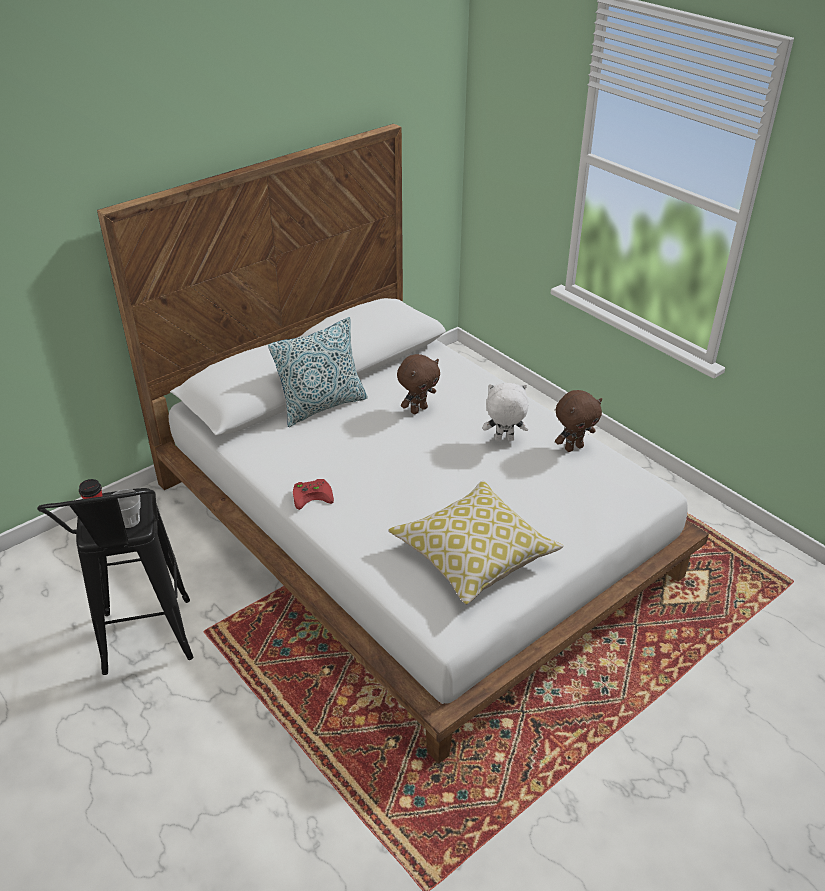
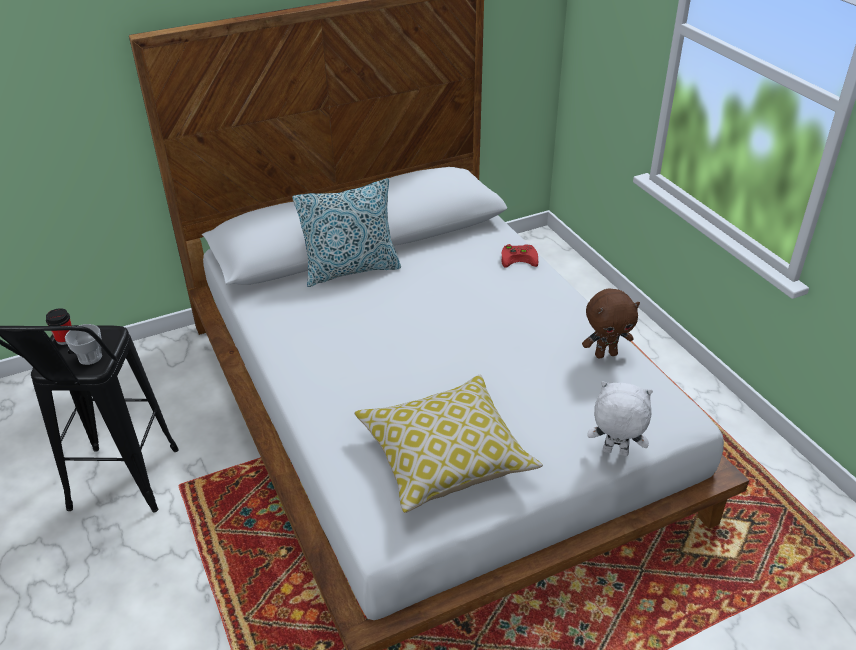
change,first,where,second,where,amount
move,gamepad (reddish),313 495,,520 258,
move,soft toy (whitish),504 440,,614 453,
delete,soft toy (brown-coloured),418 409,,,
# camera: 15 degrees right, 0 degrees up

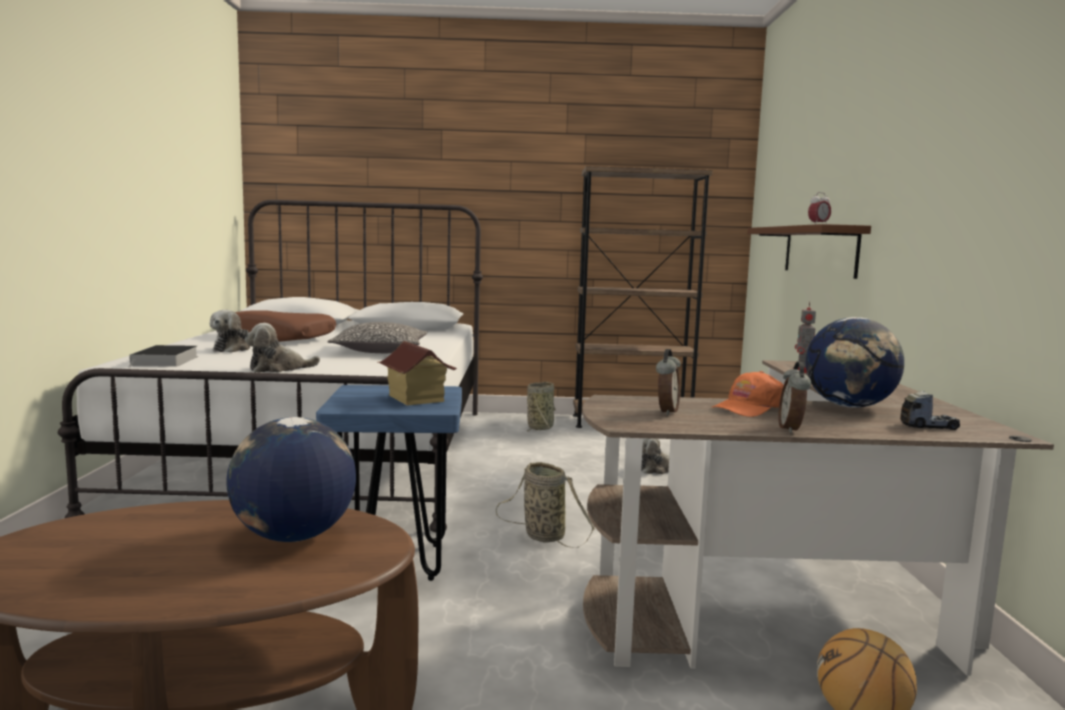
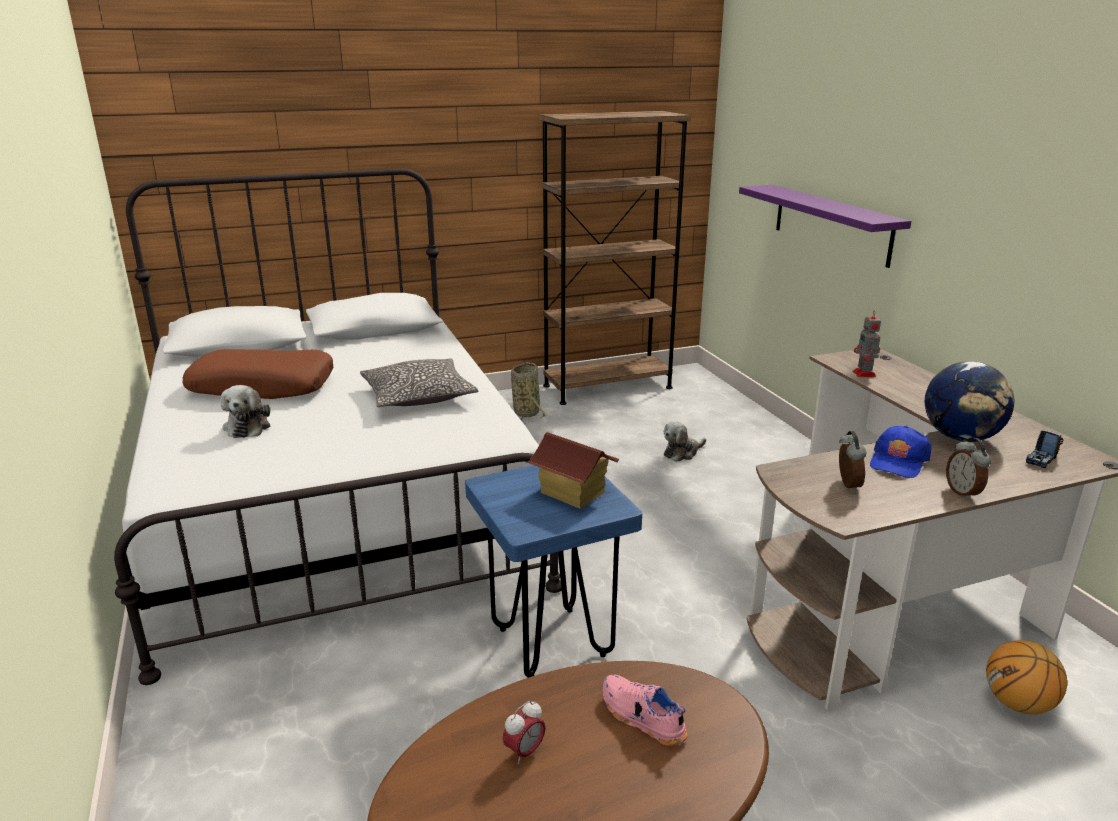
change,first,where,second,where,amount
move,alarm clock,818 224,,524 752,
replace,desk globe,293 536,item of footwear (pink),641 719,
recolor,bracket shelf (brown-coloured),819 250,bracket shelf (purple-coloured),831 224,
recolor,baseball cap (orangey),749 408,baseball cap (bluish),898 461,
rotate,model truck,928 426,,1041 460,150 degrees clockwise
delete,book,165 361,,,
delete,soft toy,278 369,,,
delete,storage basket,541 535,,,
# camera: 20 degrees left, 15 degrees up

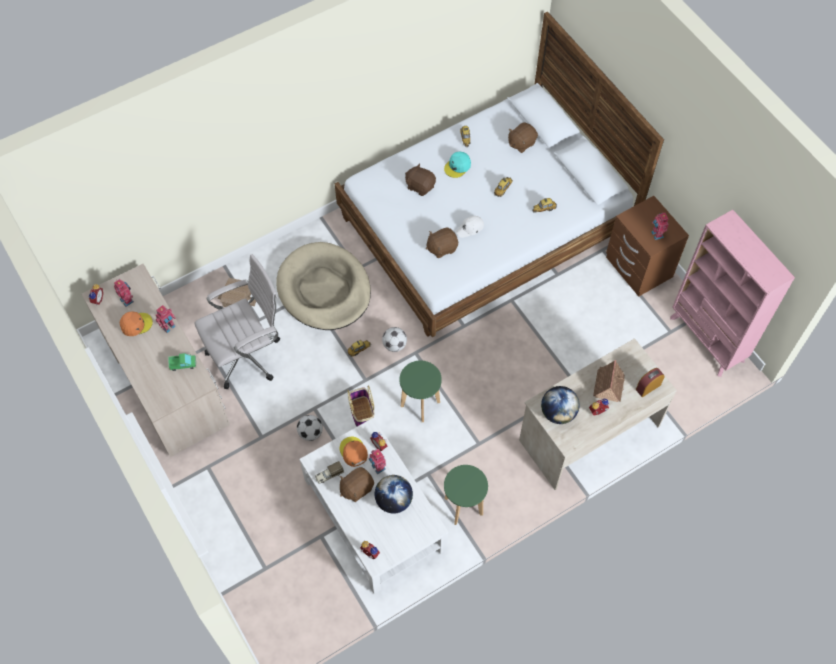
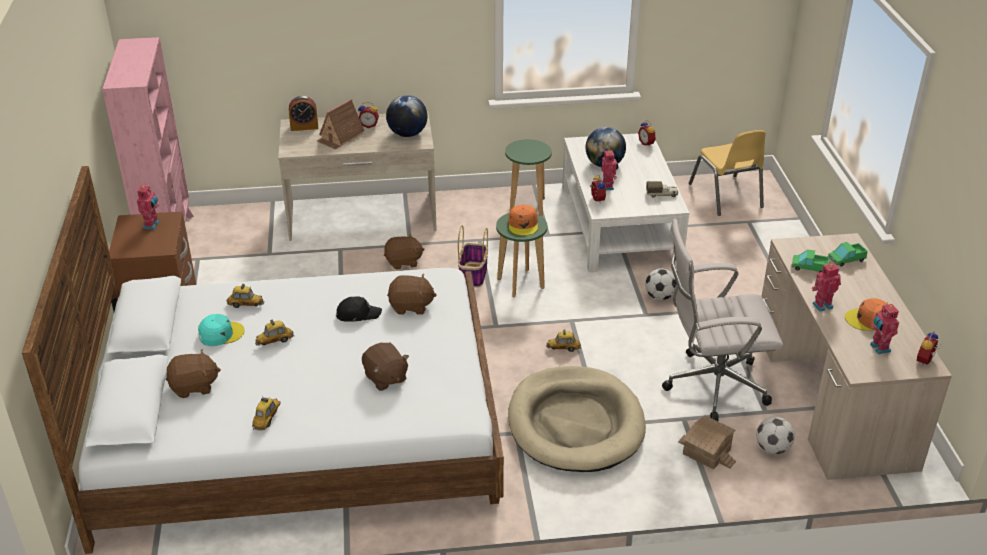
change,first,where,second,where,amount
move,baseball cap (turquoise-coloured),457 166,,221 334,
recolor,baseball cap (whitish),470 228,baseball cap (black),358 314,
move,soft toy (brown-coloured),356 488,,403 262,
move,storage basket,361 412,,473 276,
move,baseball cap (orangey),353 452,,523 224,
insert,,,upright chair (yellow),726 196,
move,ball for football,394 345,,772 448,
insert,,,model truck,846 259,
# camera: 155 degrees left, 25 degrees down

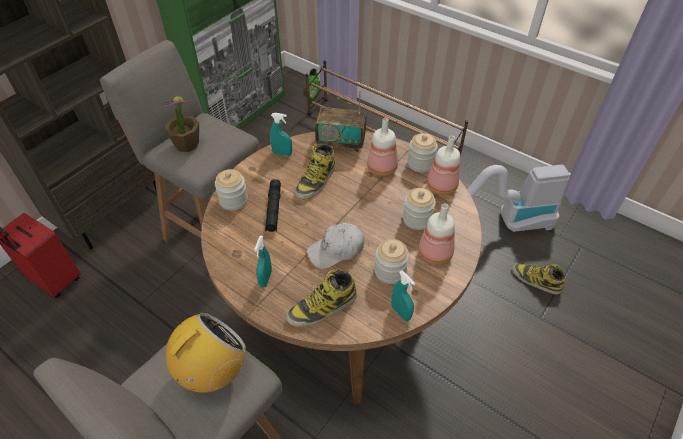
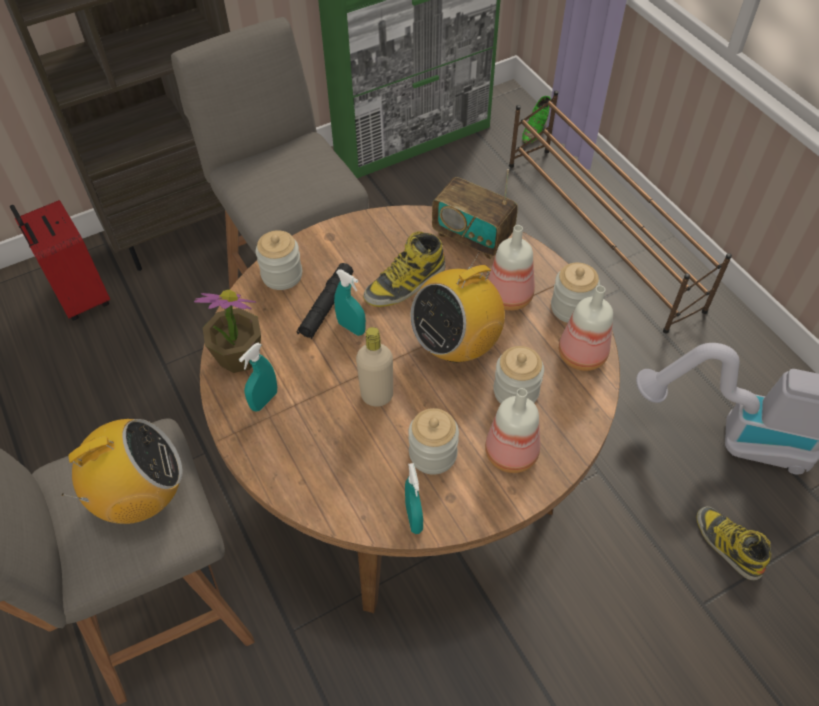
change,first,where,second,where,amount
move,potted plant,186 144,,238 356,
move,hand sprayer (turquoise-coloured),282 153,,351 327,
replace,baseball cap (whitish),336 250,bottle (beige-coloured),377 395,
insert,,,radio set,456 344,
delete,tall boot,322 308,,,
# camera: 25 degrees right, 5 degrees up

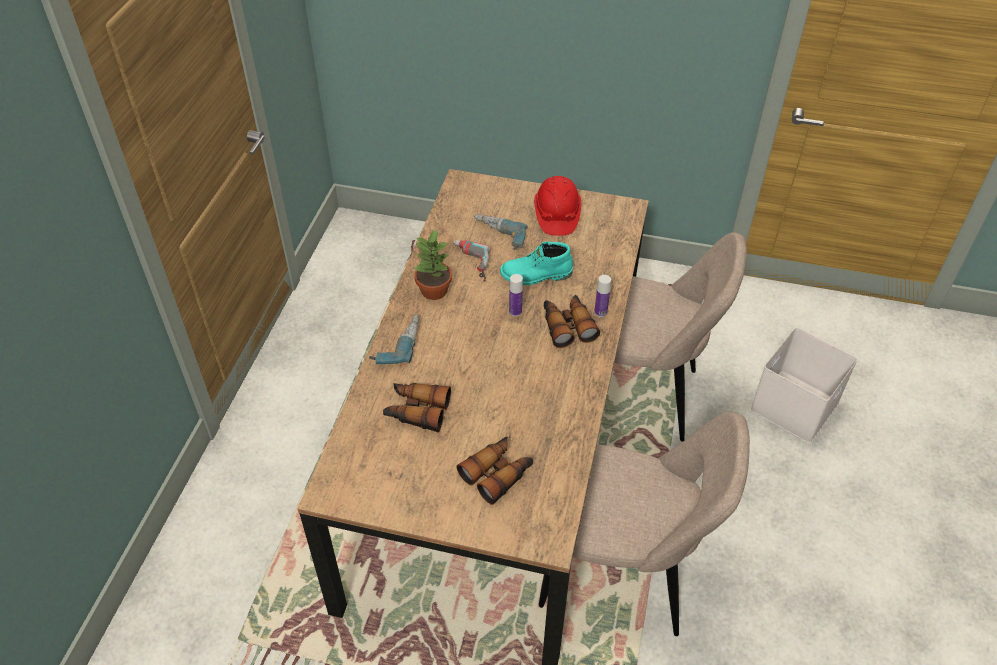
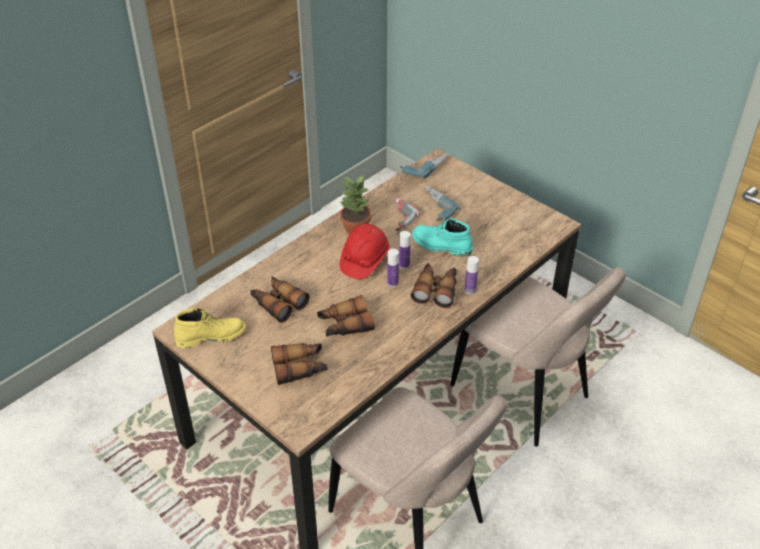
change,first,where,second,where,amount
insert,,,tall boot (yellow),211 336,
insert,,,field glasses,344 325,
move,hard hat (reddish),556 215,,364 260,
insert,,,bottle,392 283,
move,electric drill,396 344,,424 167,
delete,storage bin (whitish),795 407,,,
# camera: 30 degrees right, 5 degrees down

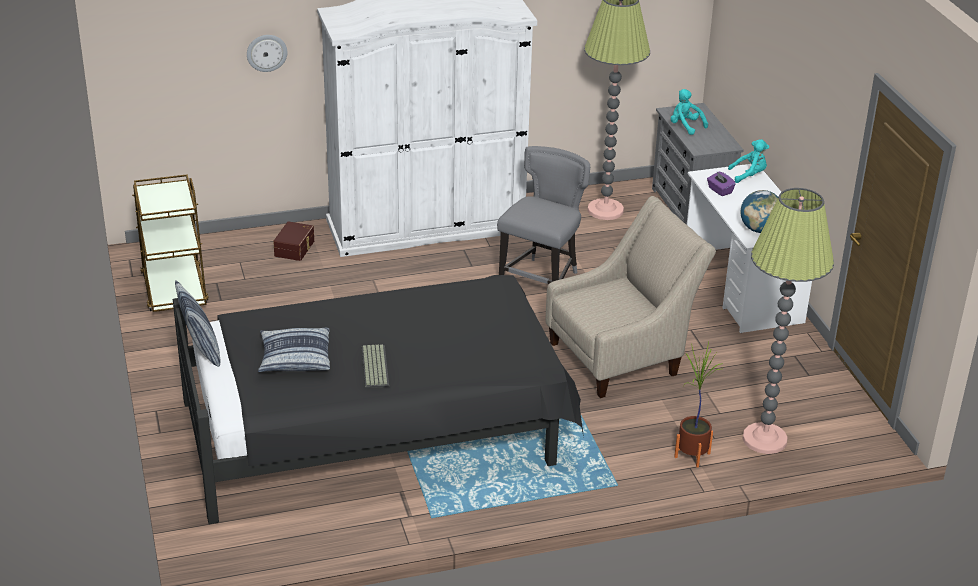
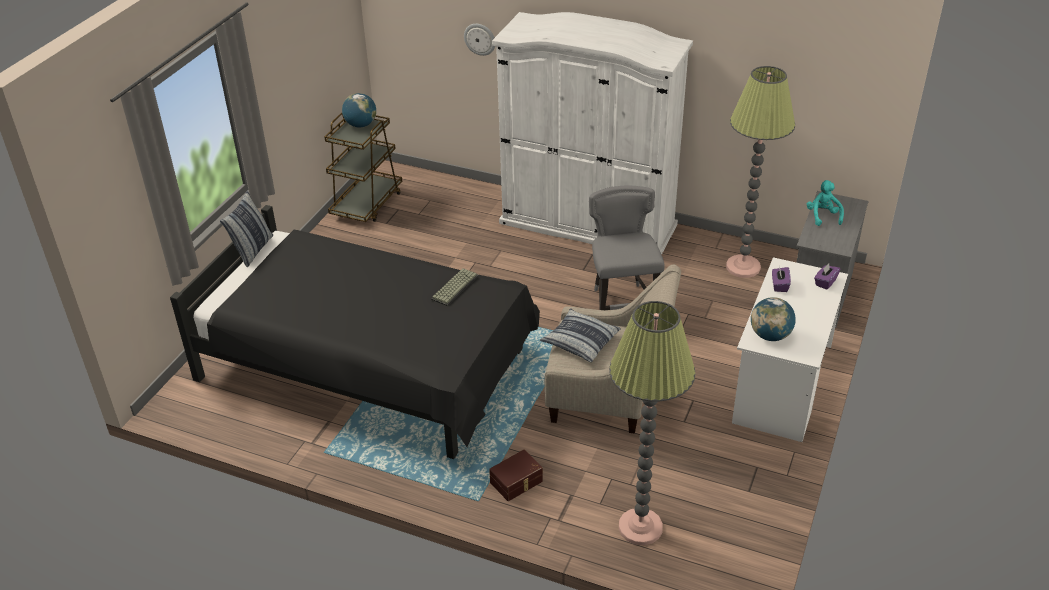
change,first,where,second,where,amount
insert,,,desk globe,361 125,
move,PC keyboard,373 366,,454 287,
move,storage bin (brown-coloured),295 248,,517 482,
move,pillow,295 358,,580 341,
rotate,upright chair (gray),542 280,,622 304,75 degrees counterclockwise
replace,soft toy (turquoise-coloured),749 175,tissue box (purple-coloured),825 282,
delete,potted plant,692 455,,,
# camera: 40 degrees right, 5 degrees up

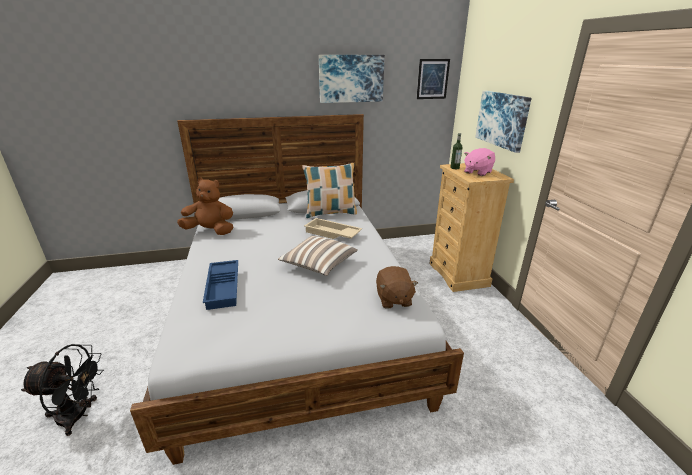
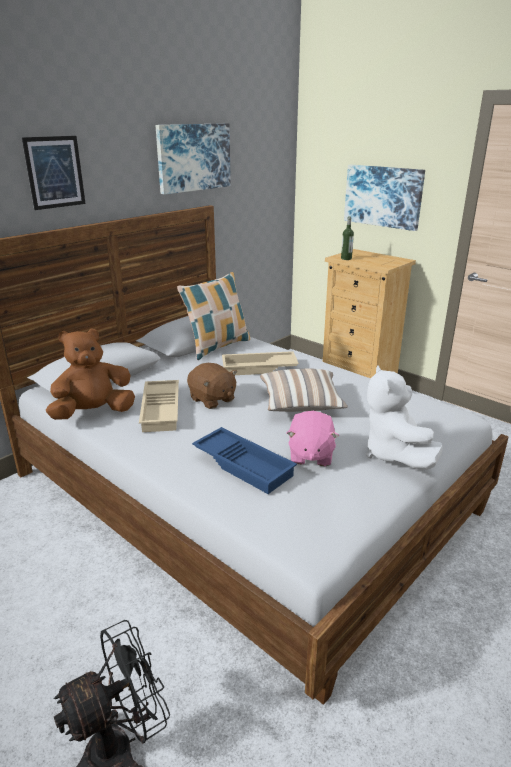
change,first,where,second,where,amount
move,picture,432 79,,55 172,
insert,,,tray (beige-coloured),162 410,
move,soft toy (brown-coloured),393 299,,212 399,
move,soft toy (pink),477 172,,310 455,
insert,,,soft toy (whitish),394 454,
# camera: 35 degrees left, 0 degrees up

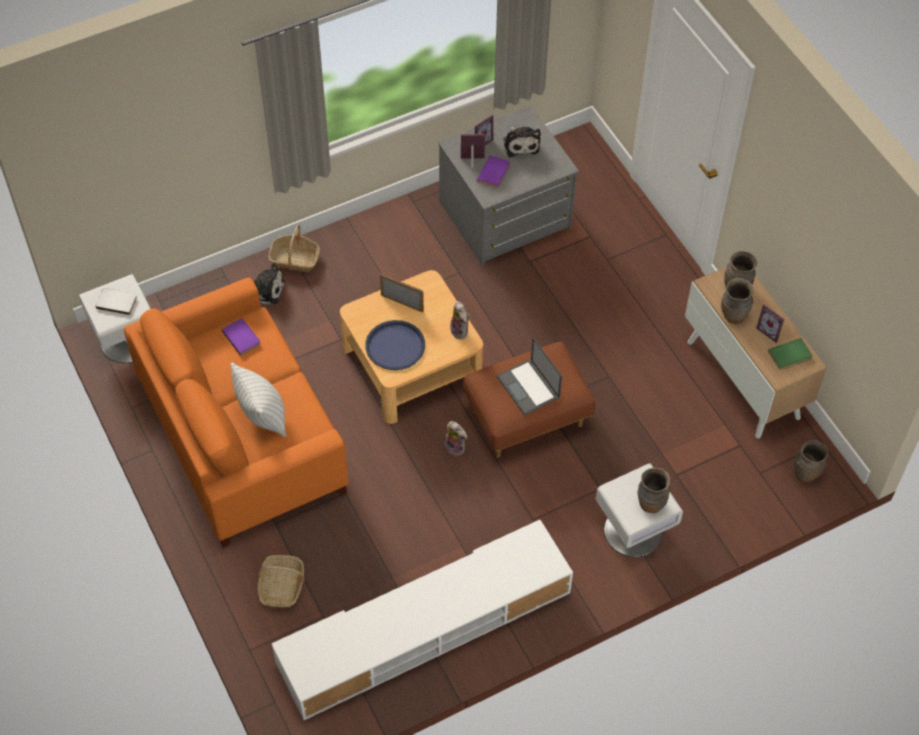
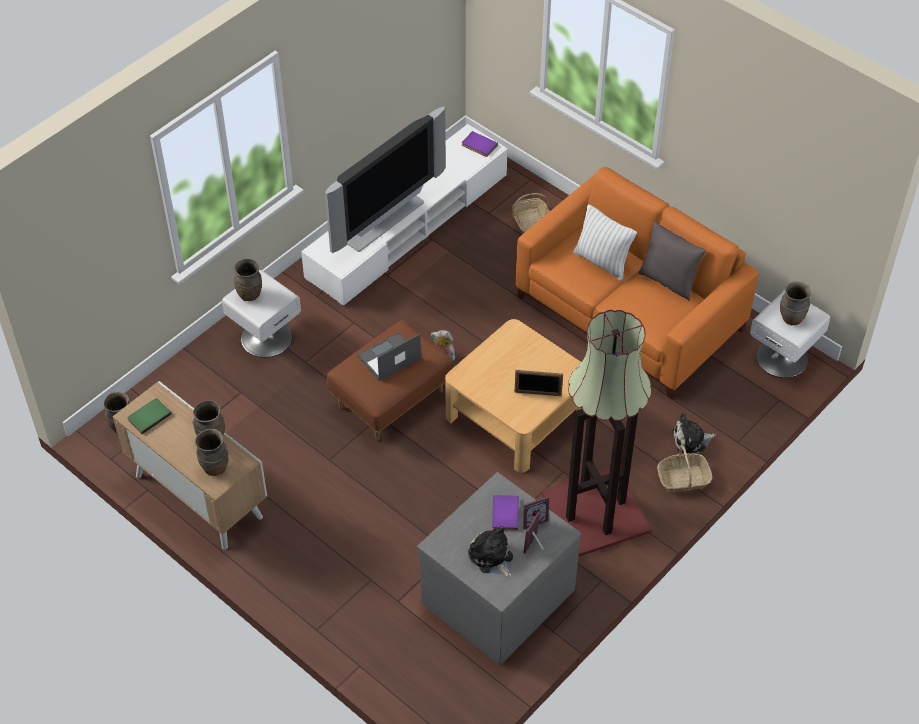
change,first,where,second,where,amount
insert,,,TV set,383 220,
rotate,notebook computer,529 387,,388 358,75 degrees counterclockwise
move,book (purple-coloured),242 337,,478 146,
insert,,,floor lamp,594 514,
insert,,,pillow (gray),668 281,
replace,book (whitish),117 301,flower vase (brown-coloured),791 318,
delete,tray (bluish),395 346,,,
delete,soft toy,461 331,,,
delete,photo frame,770 331,,,
# camera: 160 degrees right, 5 degrees down

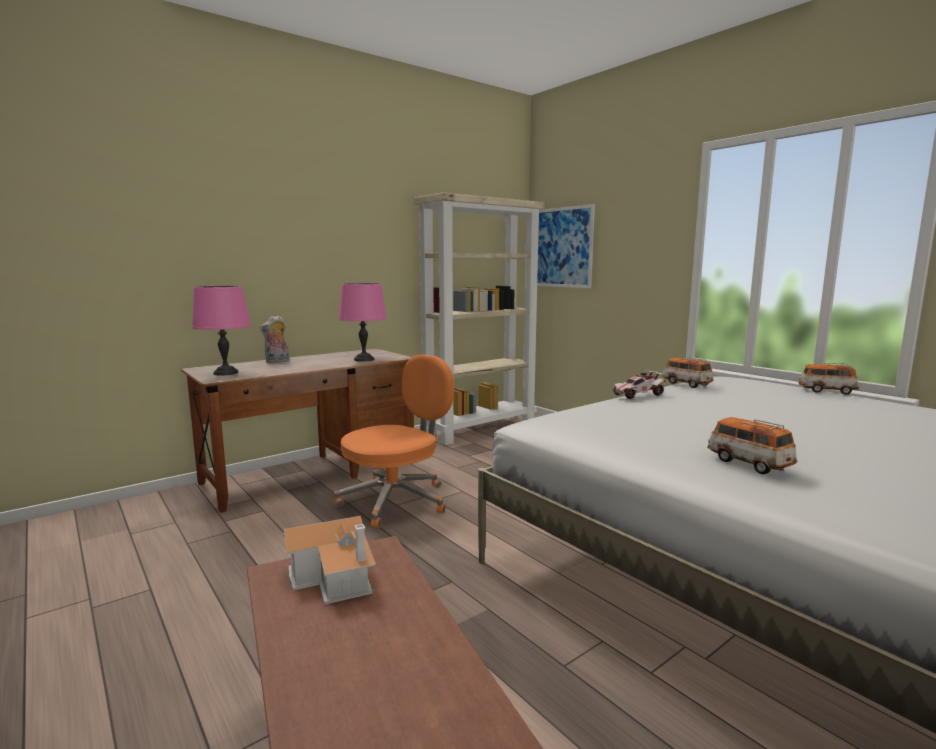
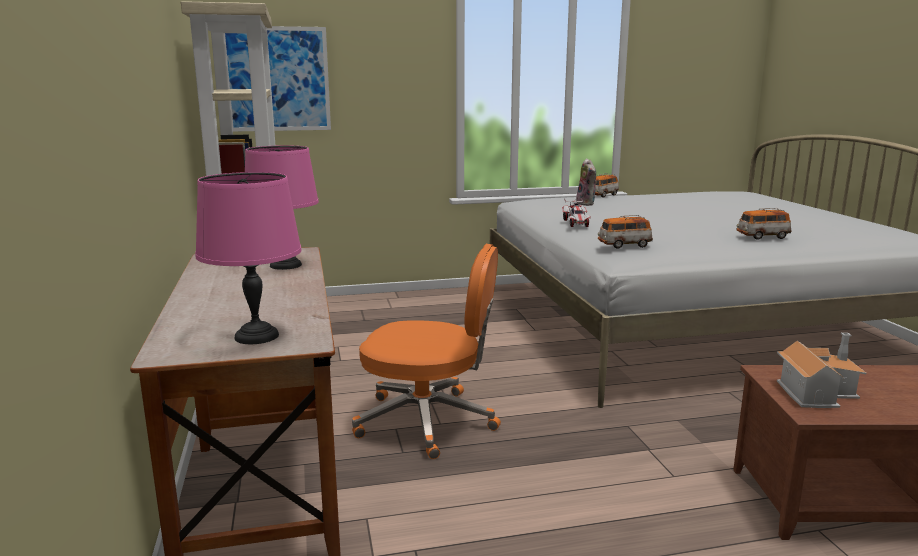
change,first,where,second,where,amount
rotate,computer chair (orangey),396 501,,429 421,120 degrees clockwise
move,soft toy,277 361,,587 204,
move,model car,686 384,,624 245,
# camera: 65 degrees left, 5 degrees up

